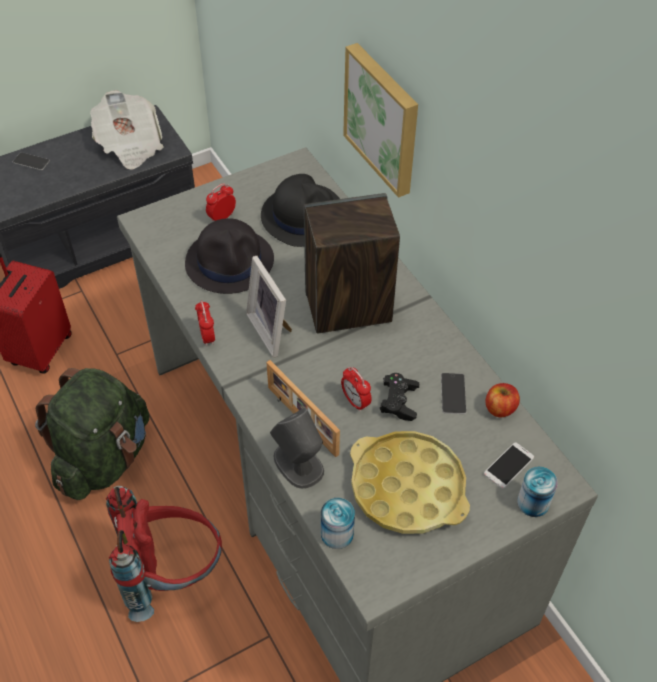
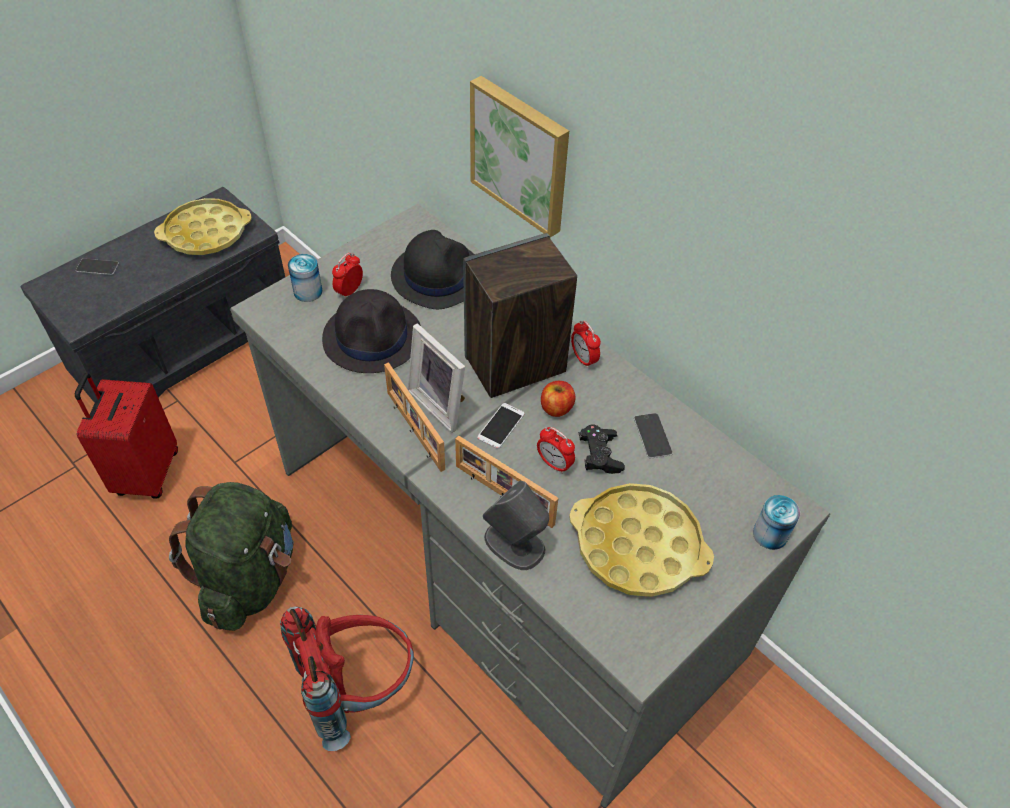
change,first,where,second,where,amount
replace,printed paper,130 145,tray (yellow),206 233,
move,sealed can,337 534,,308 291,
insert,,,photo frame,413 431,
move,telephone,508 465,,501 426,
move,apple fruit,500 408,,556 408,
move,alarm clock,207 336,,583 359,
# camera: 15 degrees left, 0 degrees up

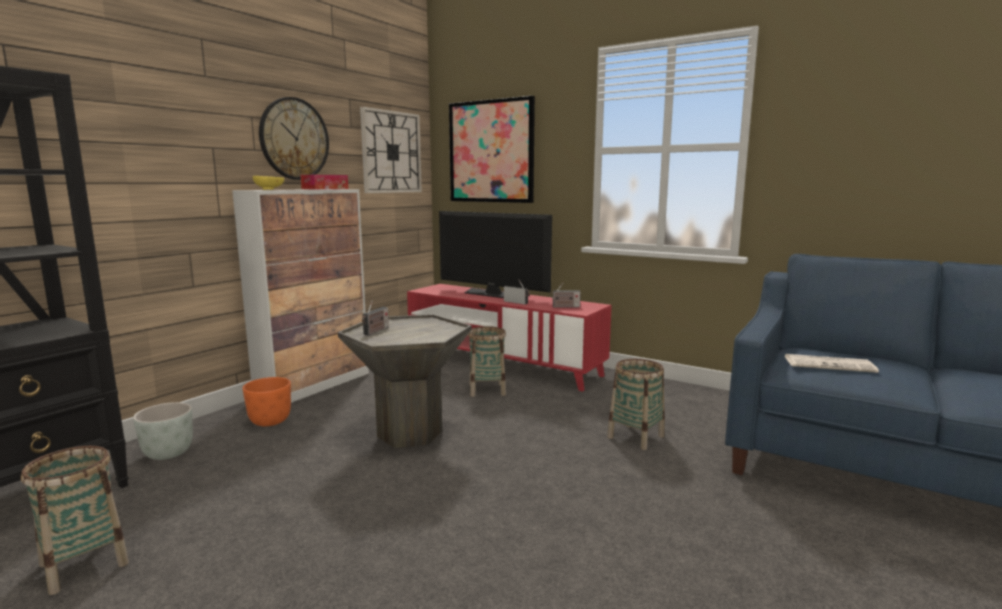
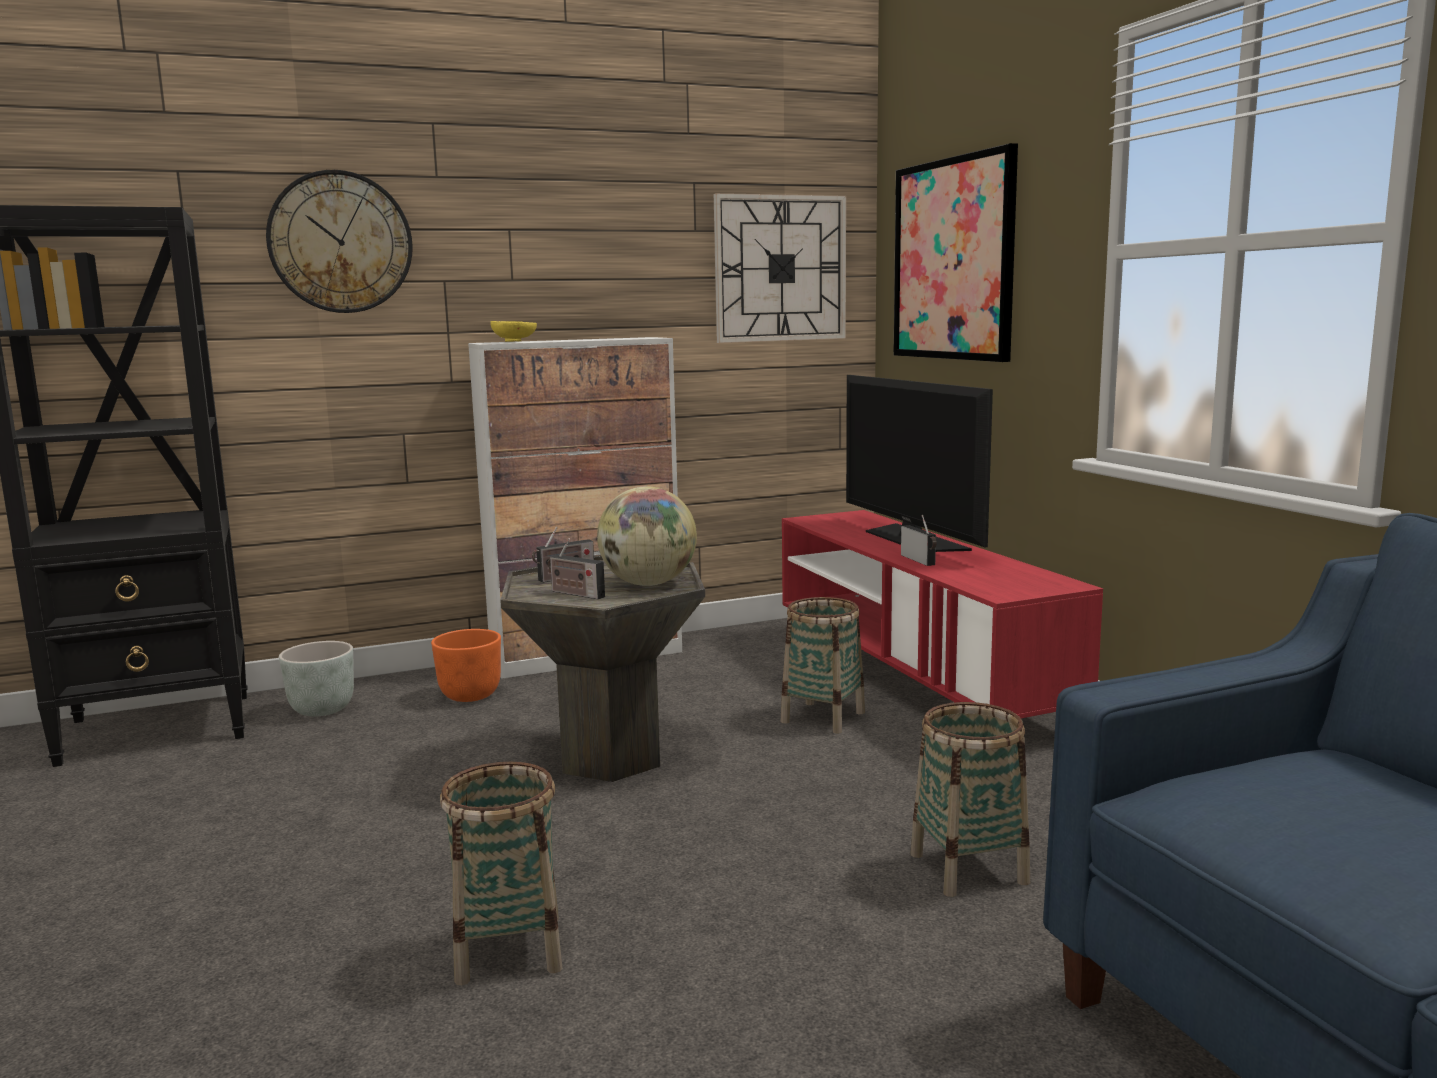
change,first,where,second,where,amount
move,clock on the wall,294 139,,340 242,
move,storage basket,84 564,,508 949,
move,radio set,564 307,,575 594,
insert,,,desk globe,648 584,
delete,tissue box,325 189,,,
delete,printed paper,829 364,,,
# camera: 35 degrees right, 0 degrees up

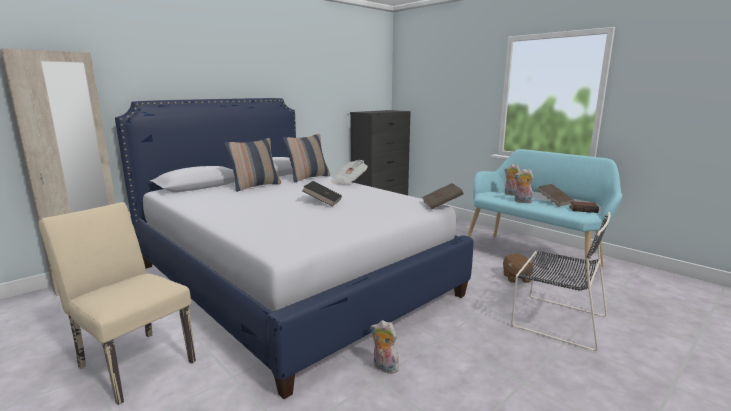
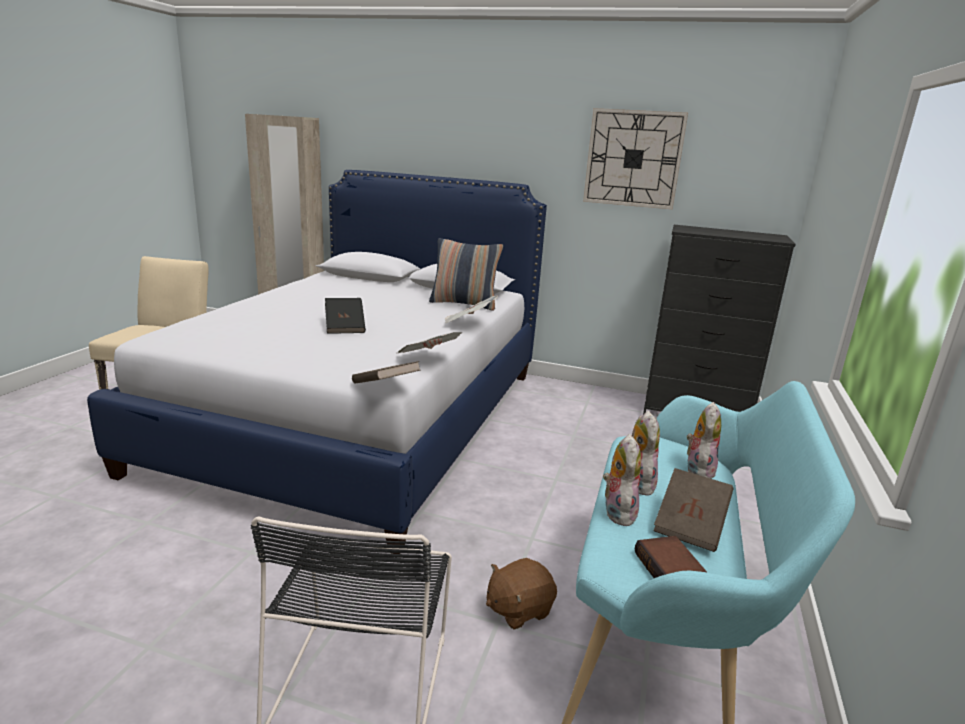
change,first,where,second,where,amount
insert,,,printed paper,428 359,
insert,,,clock on the wall,633 159,
move,soft toy,384 367,,617 512,
delete,pillow,255 186,,,
# camera: 60 degrees right, 5 degrees up

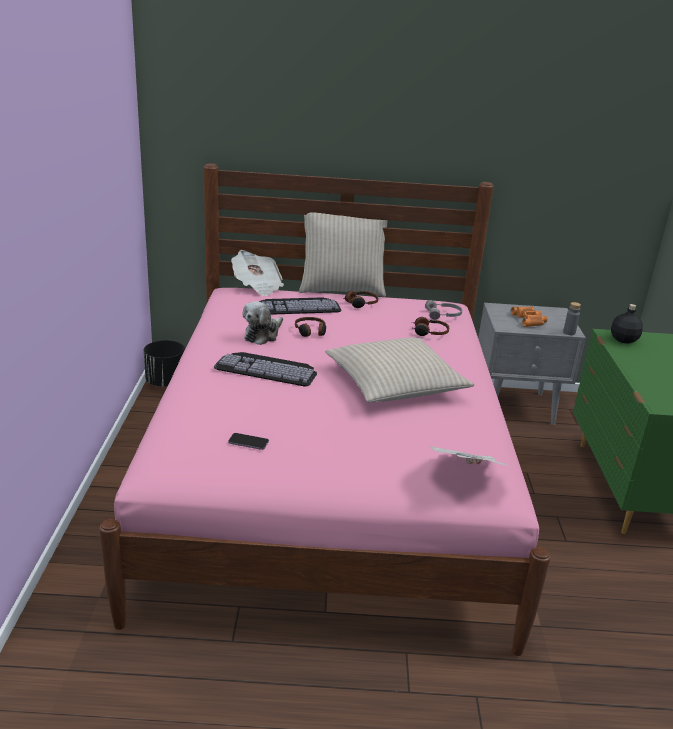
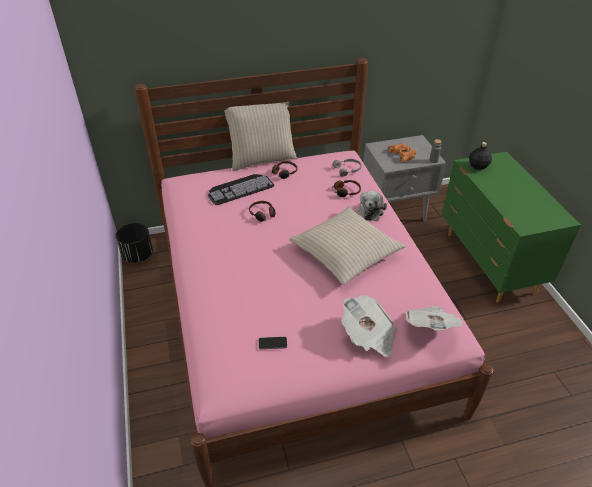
change,first,where,second,where,amount
move,printed paper,257 286,,368 336,
move,soft toy,263 335,,370 210,
delete,PC keyboard,268 368,,,
# camera: 15 degrees left, 15 degrees up

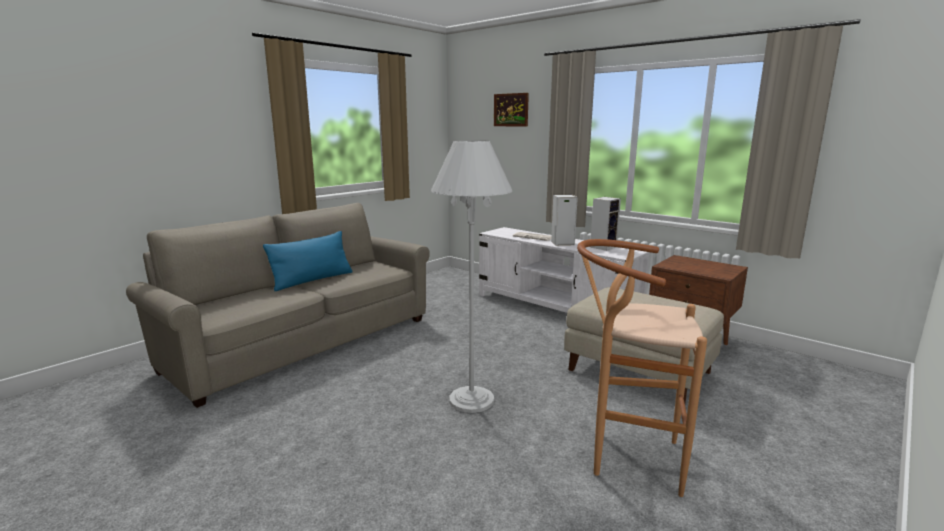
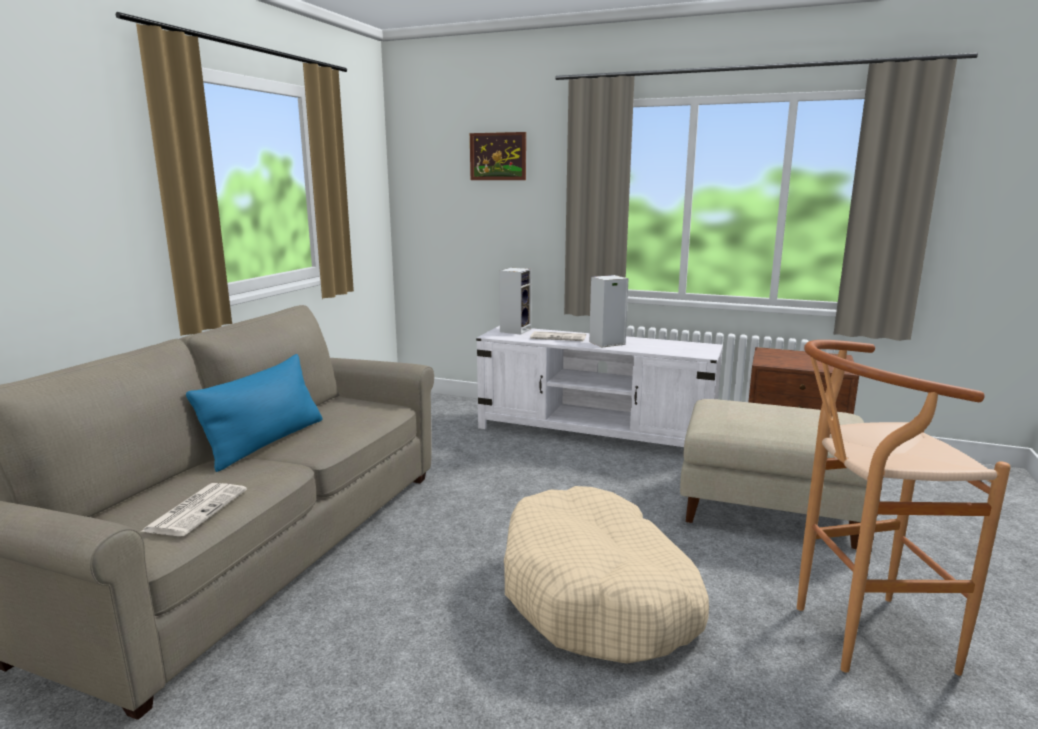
change,first,where,second,where,amount
insert,,,printed paper,197 509,
move,speaker,603 247,,515 330,
replace,floor lamp (whitish),471 400,dog bed (beige-coloured),598 595,
# camera: 20 degrees left, 0 degrees up

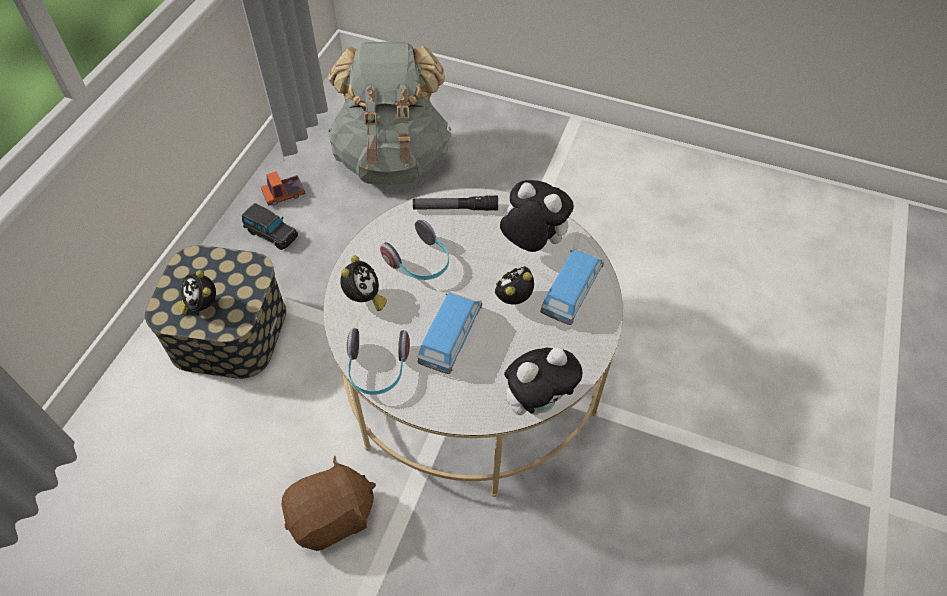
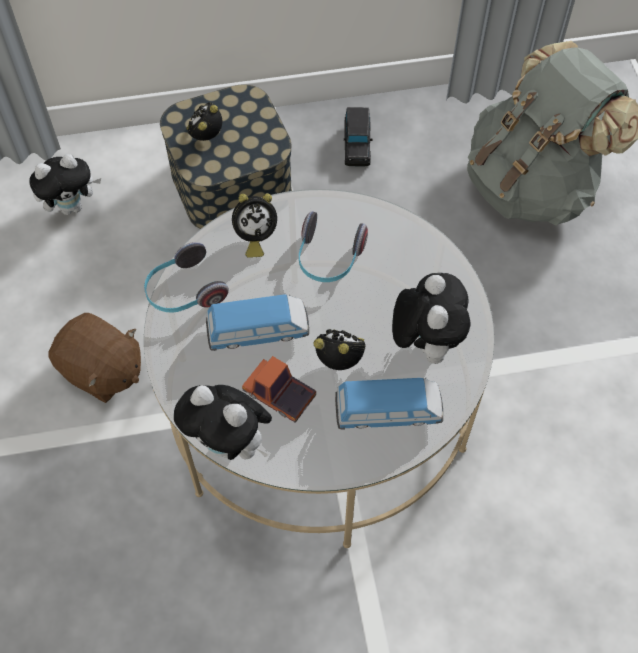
change,first,where,second,where,amount
insert,,,soft toy,72 206,
move,model truck,284 194,,279 395,
delete,flashlight,455 208,,,
# camera: 60 degrees right, 5 degrees up

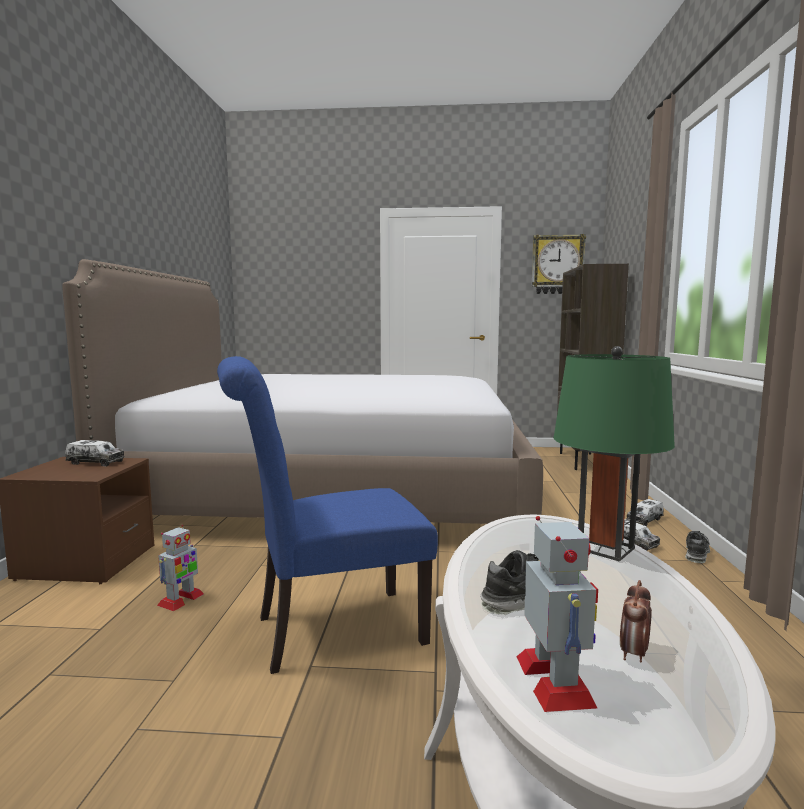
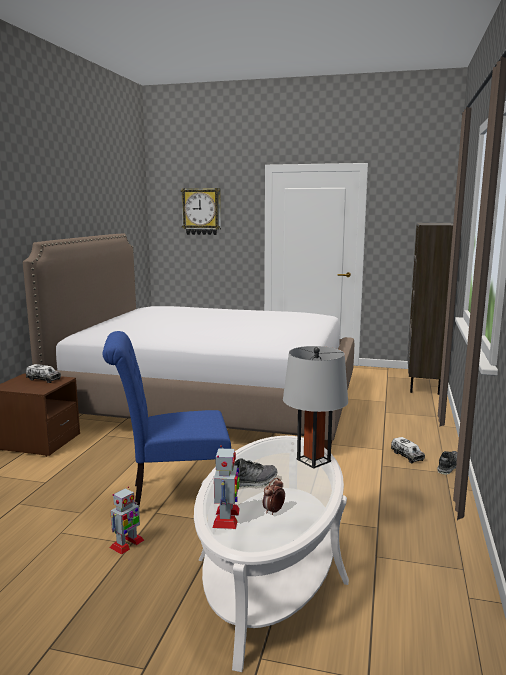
change,first,where,second,where,amount
move,model robot,180 600,,127 544,
move,clock on the wall,557 264,,202 211,
recolor,tabletop lamp (green-coloured),605 548,tabletop lamp (gray),313 460,
delete,model truck,644 520,,,
# camera: 10 degrees right, 5 degrees up

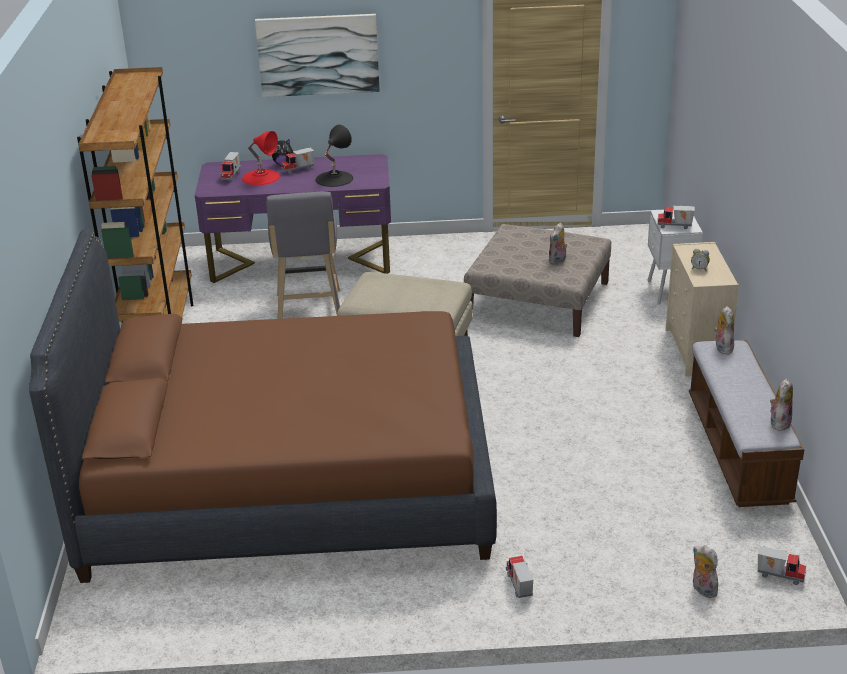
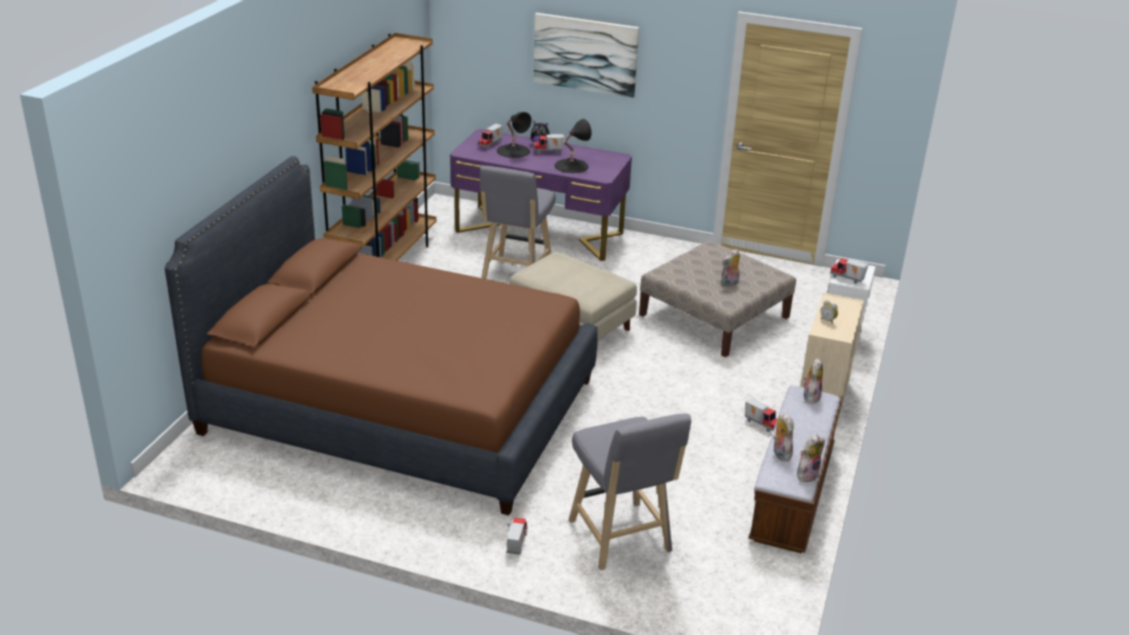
change,first,where,second,where,amount
recolor,tabletop lamp (reddish),261 177,tabletop lamp (black),513 151,
insert,,,stool seat (gray),622 540,
move,model truck,780 575,,761 423,
move,soft toy,702 589,,780 453,
# camera: 20 degrees right, 0 degrees up

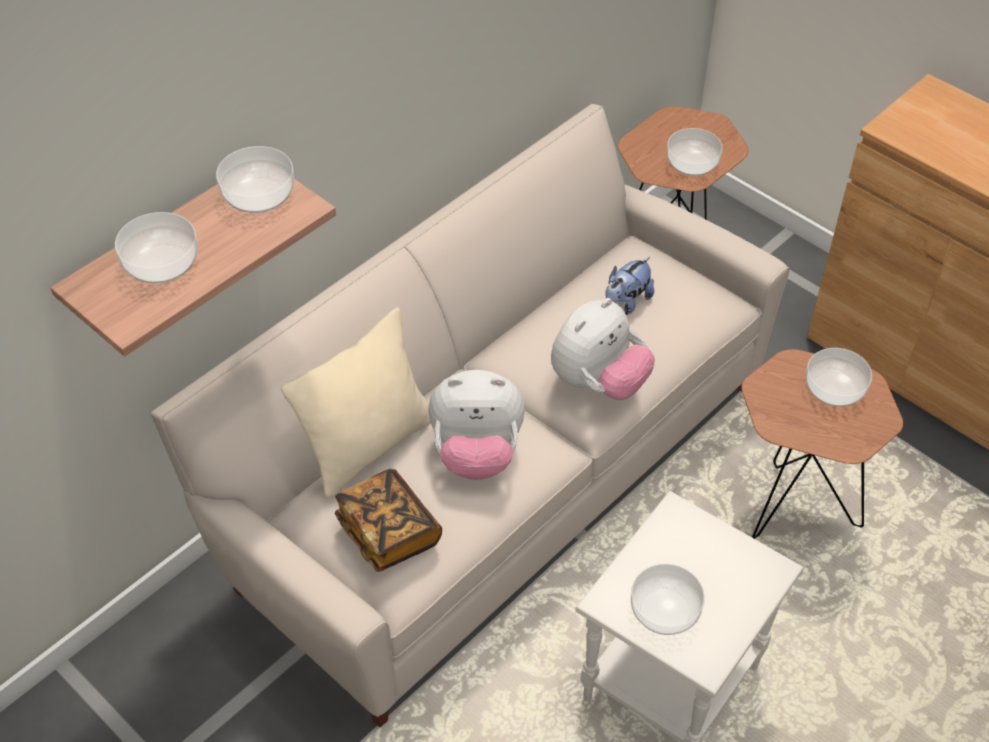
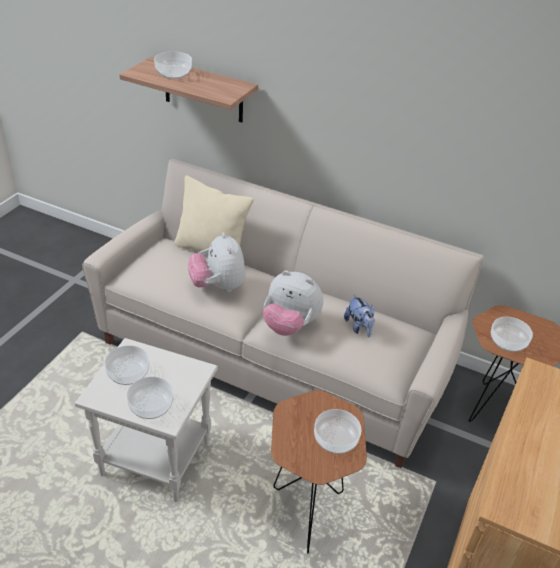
change,first,where,second,where,amount
move,deep dish,258 194,,151 406,
rotate,soft toy,626 303,,359 327,135 degrees counterclockwise
delete,book,388 532,,,
# camera: 70 degrees right, 10 degrees down

